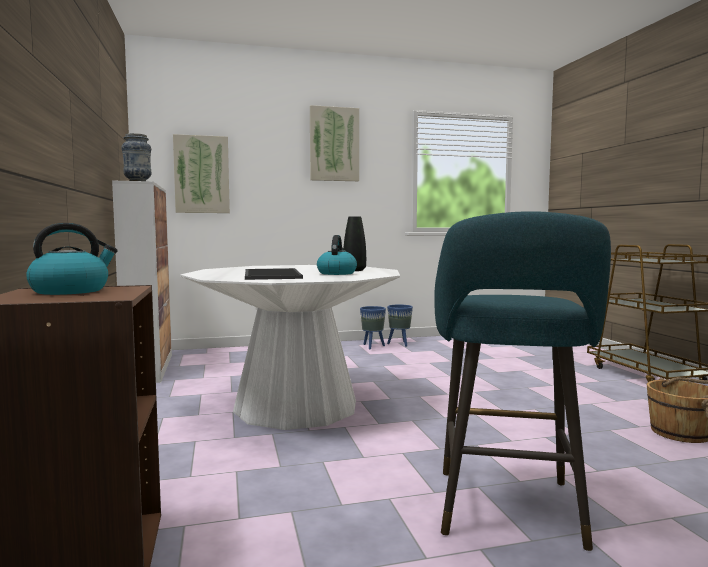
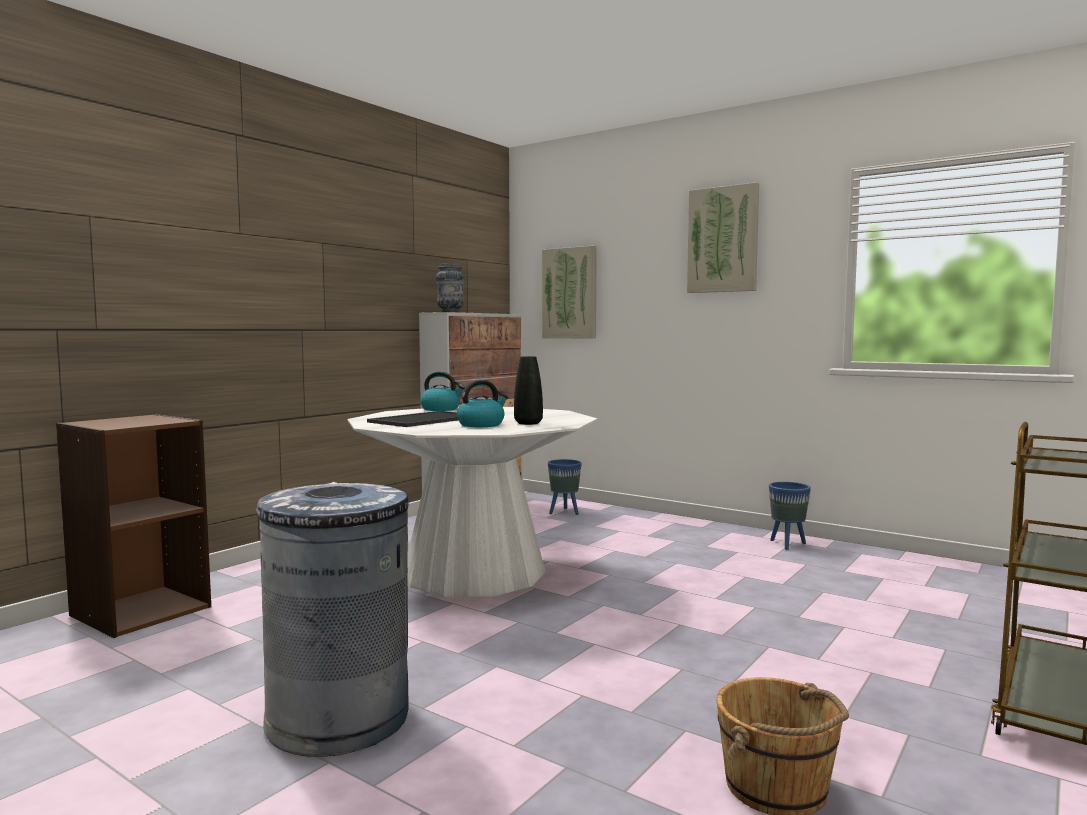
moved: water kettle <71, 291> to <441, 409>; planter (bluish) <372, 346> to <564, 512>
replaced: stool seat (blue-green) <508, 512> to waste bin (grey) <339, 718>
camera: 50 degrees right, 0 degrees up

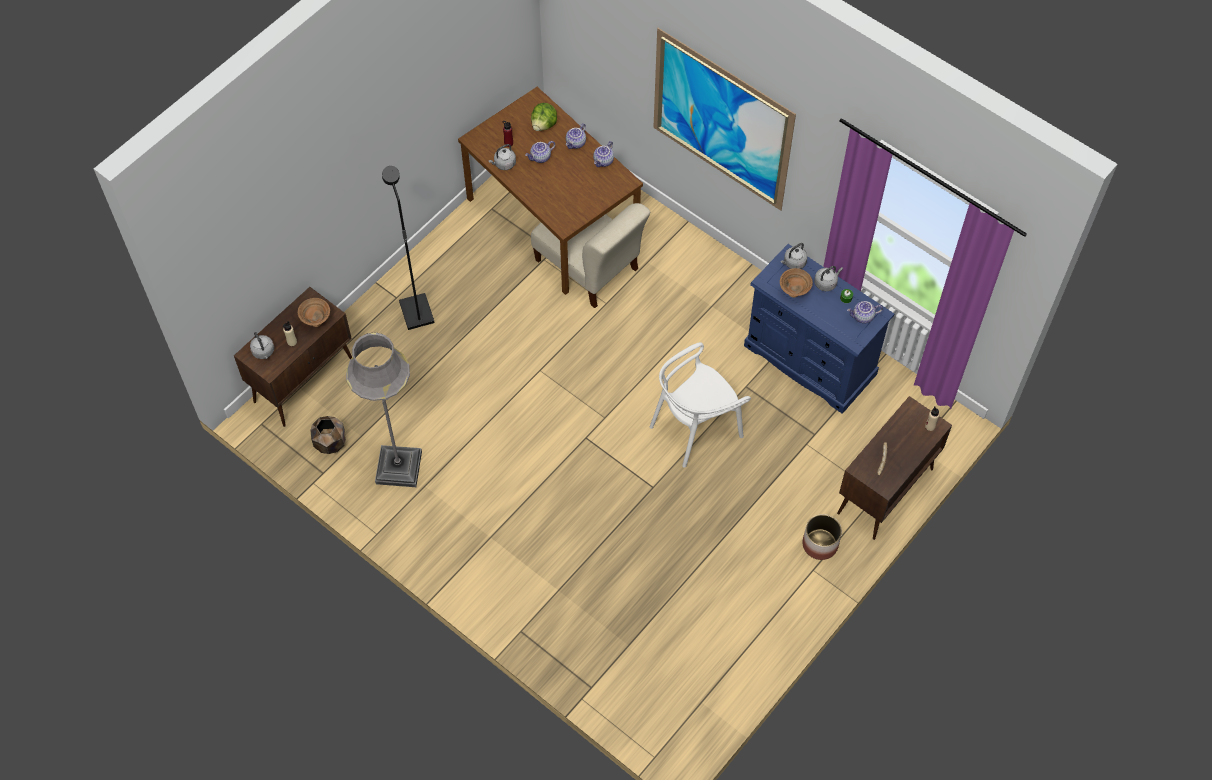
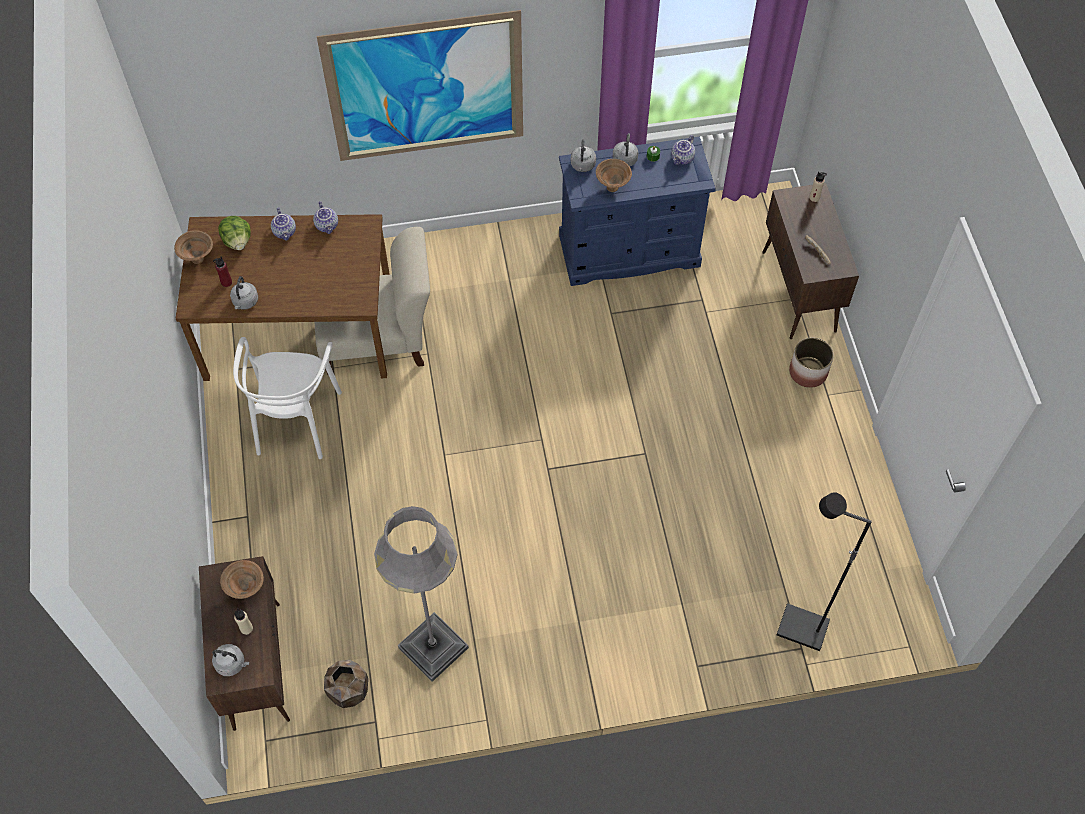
removed: teapot <540, 157>
added: serving bowl (brown) <198, 258>
moved: floor lamp (black) <415, 312> to <801, 629>; upright chair (white-coloured) <695, 428> to <295, 421>
camera: 50 degrees left, 0 degrees up

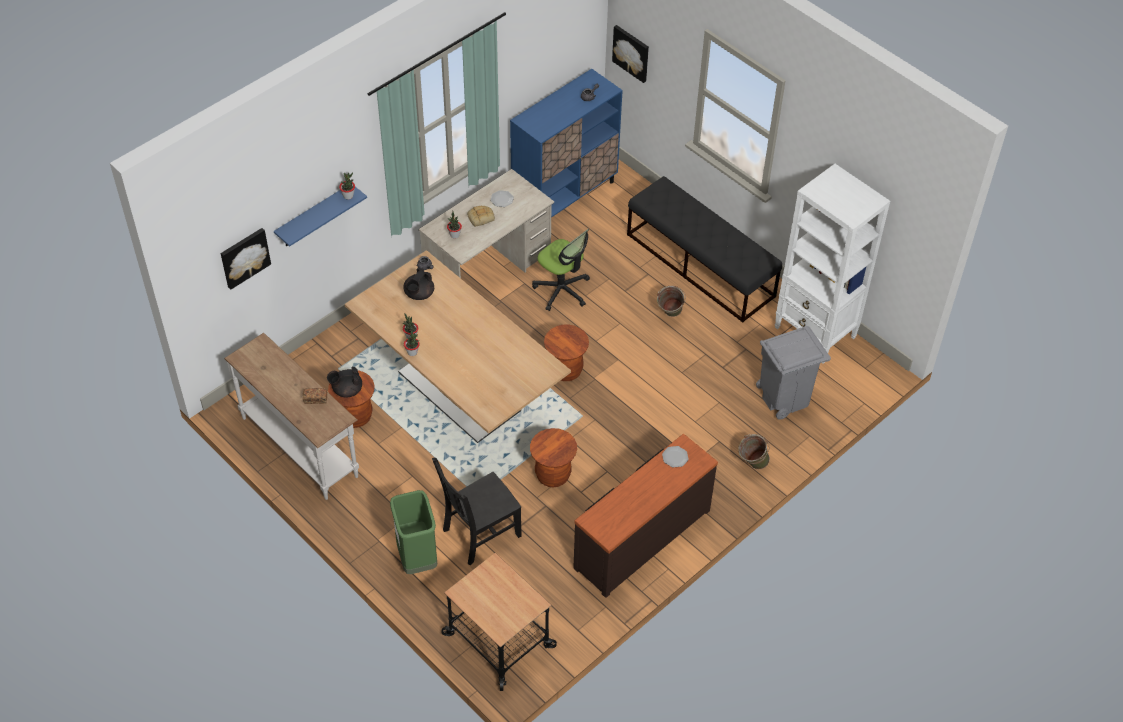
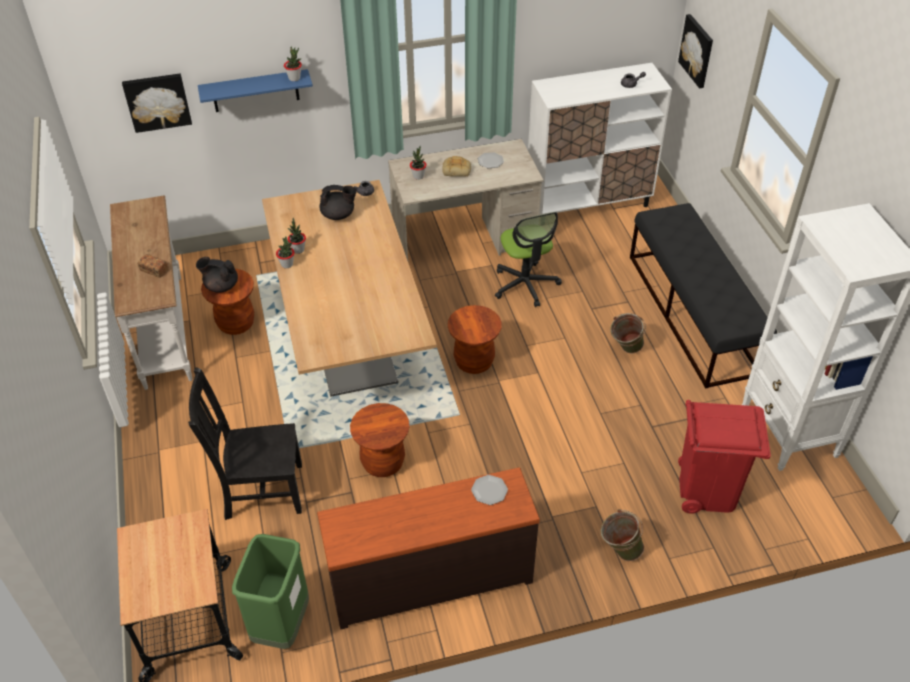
moved: waste bin (green-coloured) <417, 558> to <281, 625>
recoloured: cupboard (bluish) <565, 196> to cupboard (white-coloured) <588, 203>; waste bin (grey) <784, 397> to waste bin (red) <707, 490>
turned: teapot (black) <419, 294> = <338, 215> 150 degrees counterclockwise
camera: 30 degrees right, 5 degrees down

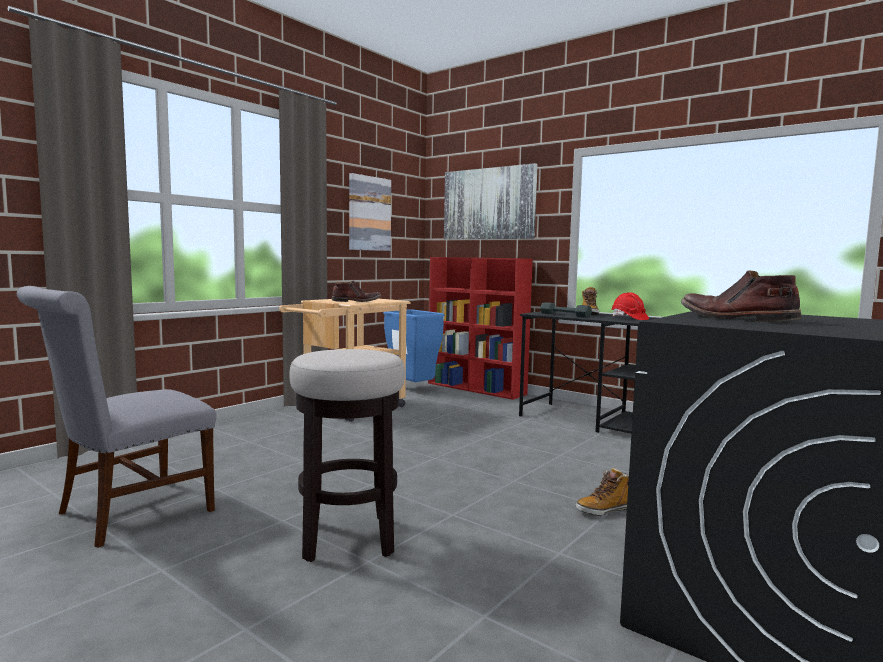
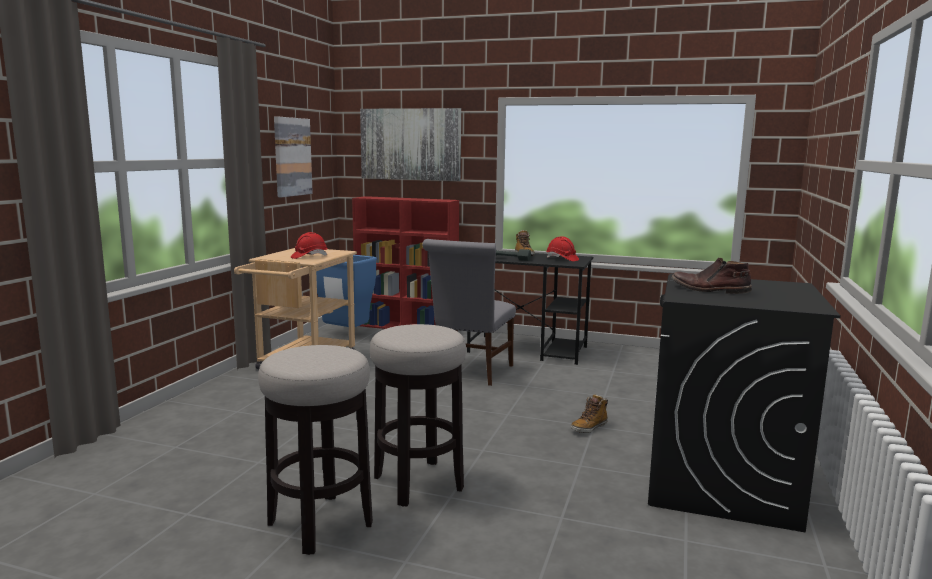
added: stool seat <320, 524>
moved: upright chair (grey) <126, 514> to <470, 372>
replaced: tall boot (brown) <356, 301> to hard hat (red) <309, 257>
camera: 20 degrees left, 5 degrees up

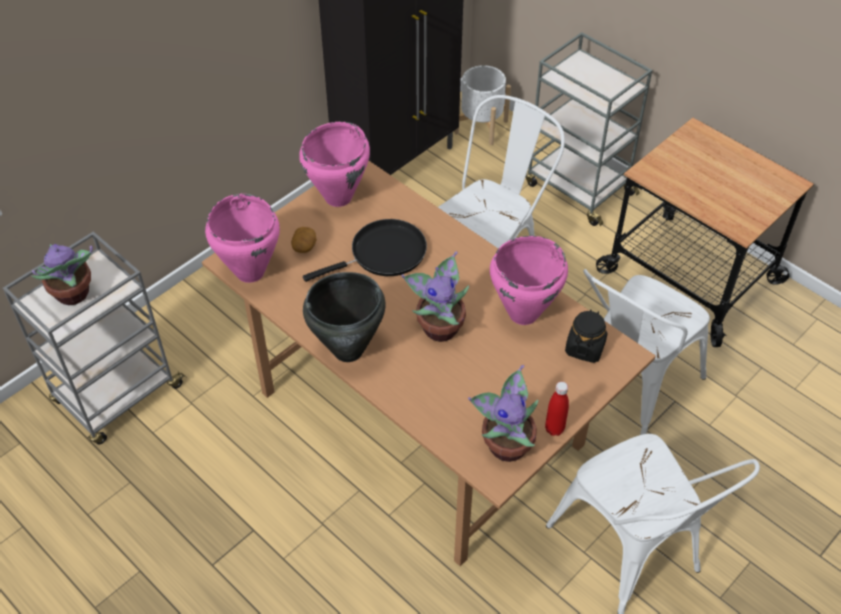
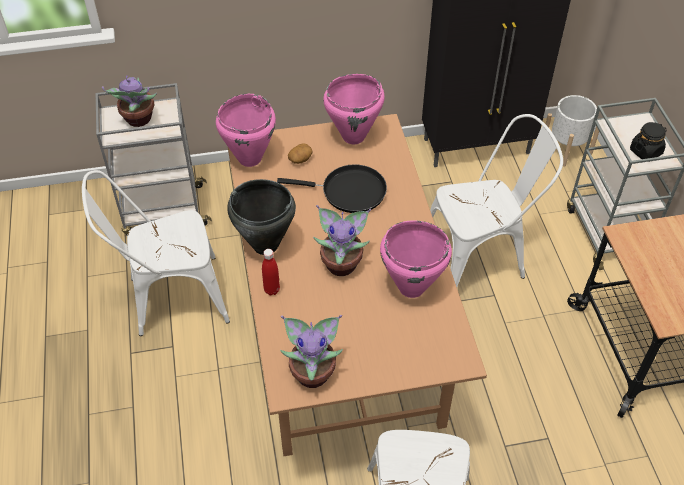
moved: upright chair (white-coloured) <628, 389> to <169, 299>; jar (black) <585, 348> to <645, 152>; beverage bottle (red) <554, 429> to <272, 290>
camera: 35 degrees right, 0 degrees up

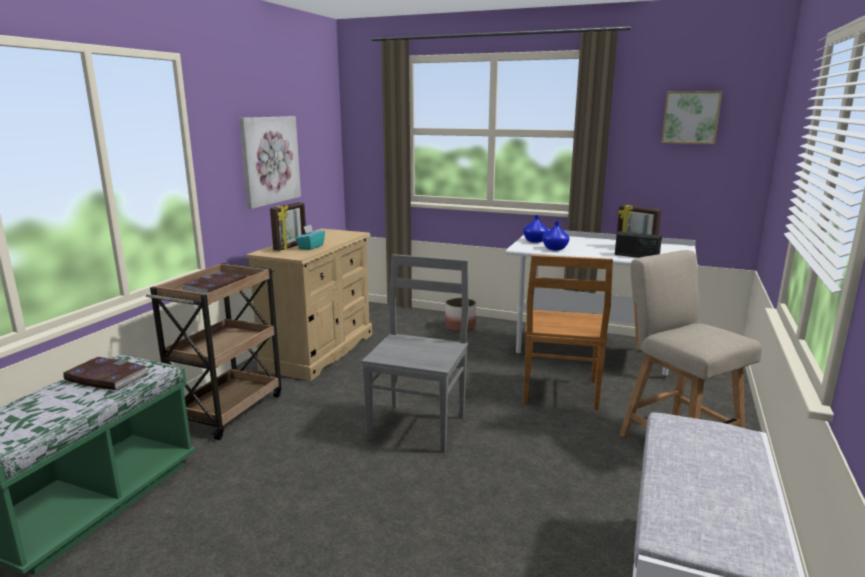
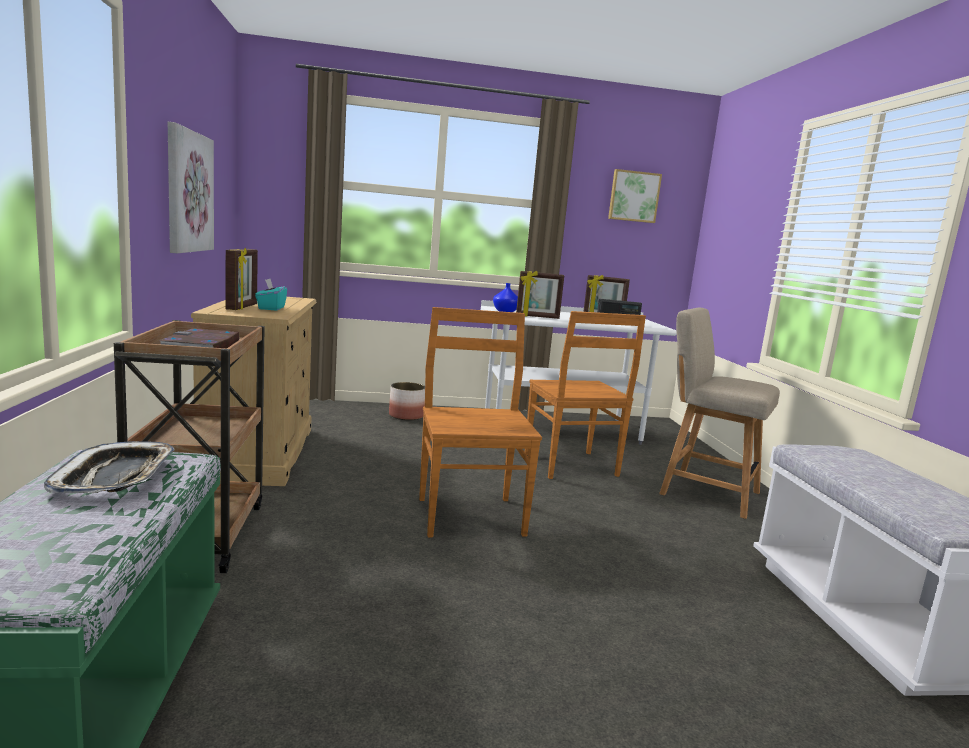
replaced: vase (bluish) <555, 248> to picture frame <537, 317>; volume <106, 377> to serving tray <116, 476>
recoloured: upright chair (grey) <418, 426> to upright chair (brown) <470, 515>
camera: 30 degrees left, 5 degrees down

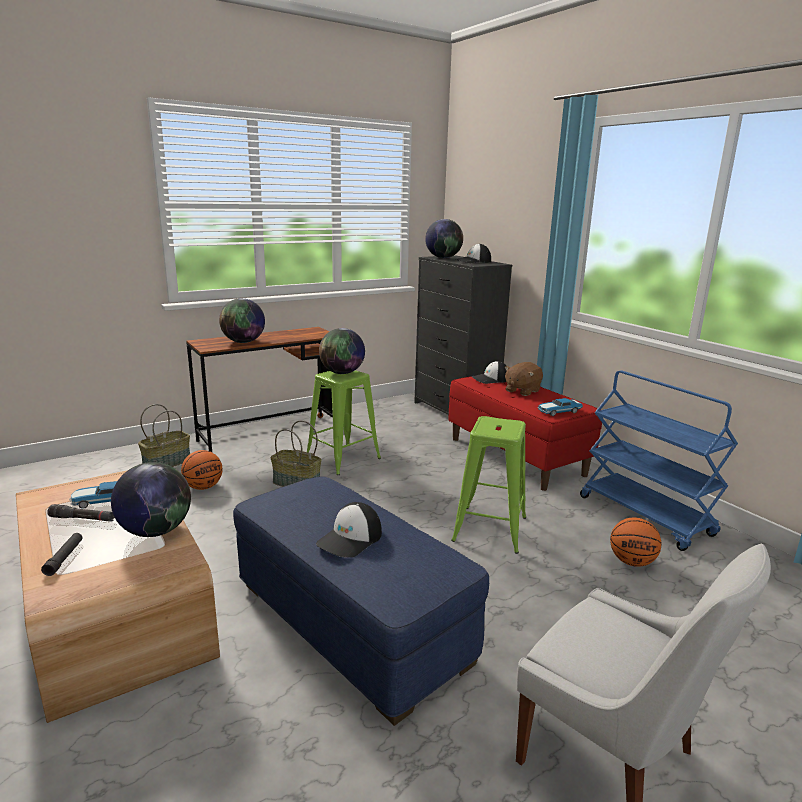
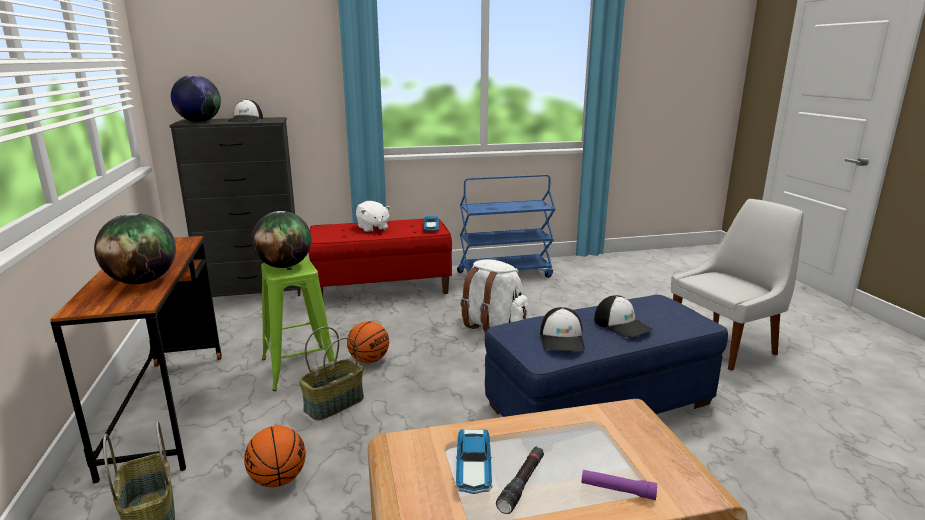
removed: desk globe <155, 531>
moved: cap <491, 379> to <562, 339>; basketball ball <631, 562> to <369, 360>
replaced: stool seat (green-coloured) <489, 529> to rucksack (white-coloured) <492, 325>
recoloured: plush toy (brown) <522, 391> to plush toy (white-coloured) <372, 228>; torch (black) <64, 558> to torch (purplish) <617, 490>
camera: 70 degrees left, 0 degrees up

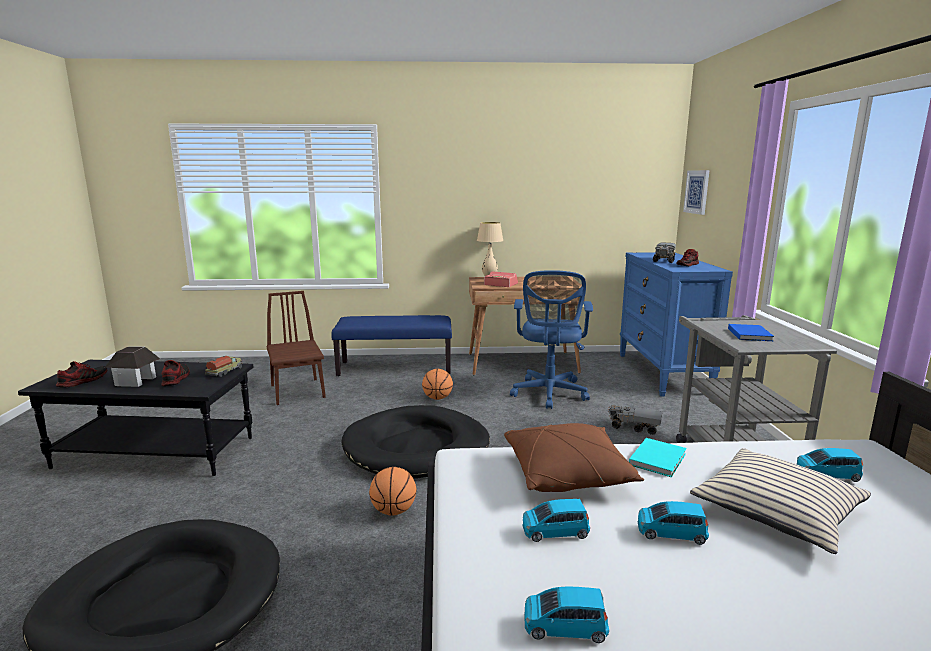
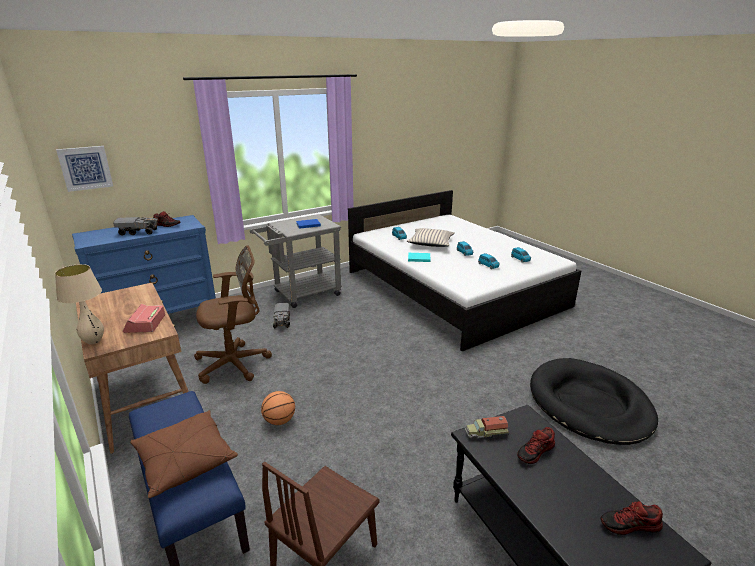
removed: miniature house <136, 381>; pet bed (black) <417, 447>; basketball ball <393, 511>
moved: throw pillow (brown) <568, 474> to <185, 461>
recoloured: office chair (bluish) <549, 394> to office chair (brown) <236, 363>
camera: 120 degrees left, 10 degrees up

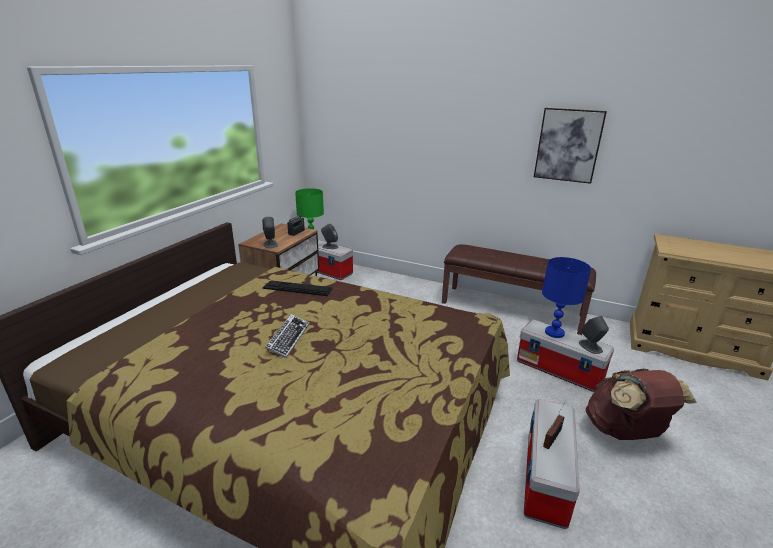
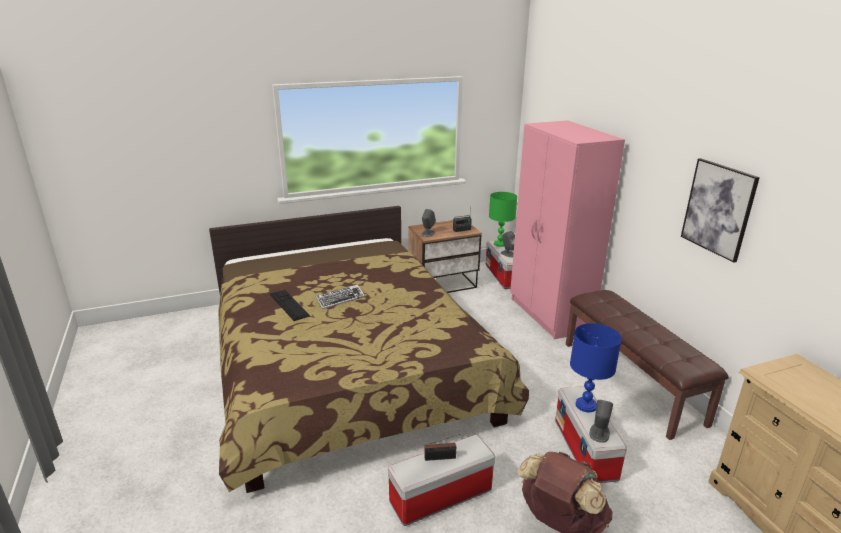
added: wardrobe (pinkish) <549, 315>
moved: computer keyboard <298, 288> to <289, 305>
camera: 45 degrees right, 0 degrees up

